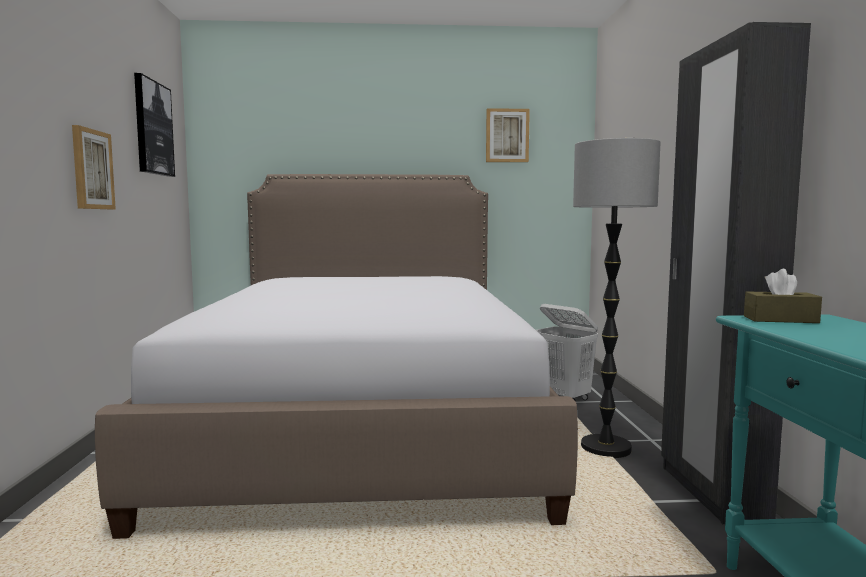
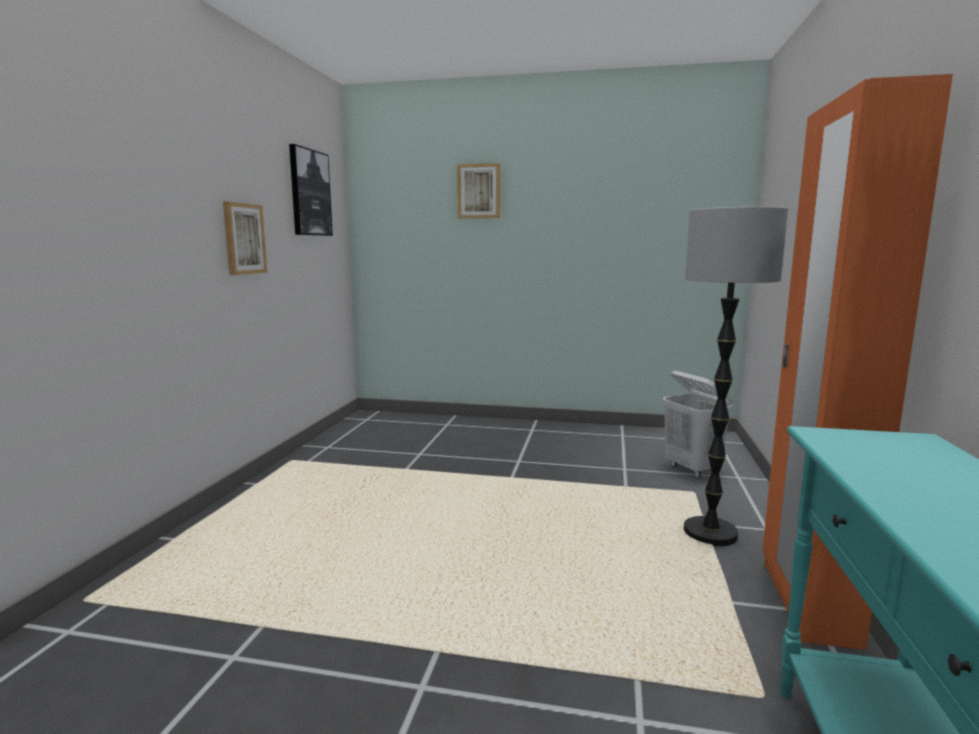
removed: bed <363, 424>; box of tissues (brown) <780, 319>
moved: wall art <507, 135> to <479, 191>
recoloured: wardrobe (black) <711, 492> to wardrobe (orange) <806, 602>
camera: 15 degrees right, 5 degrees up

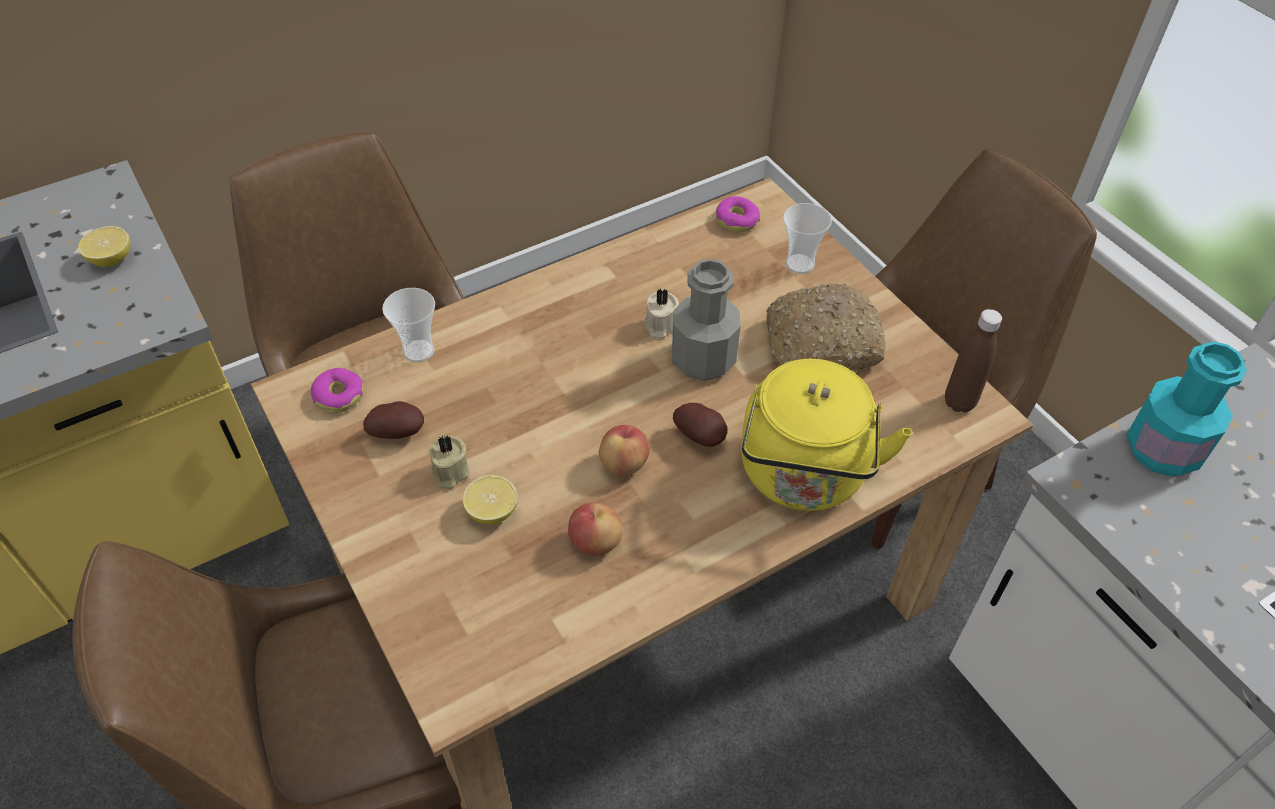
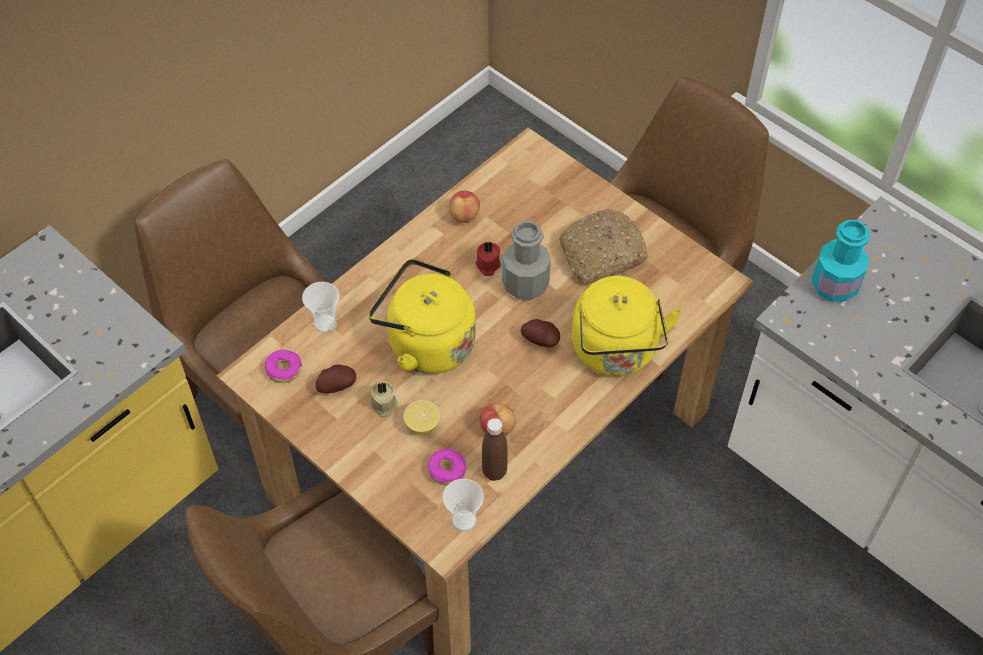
removed: whole lemon <112, 259>
added: water kettle (yellow-coloured) <426, 343>
moved: donut <736, 220> to <447, 470>; small cup <799, 264> to <464, 520>; beverage bottle (brown) <959, 402> to <494, 471>; apple fruit <624, 464> to <464, 216>
recoloured: wax light (sand-coloured) <659, 326> to wax light (red) <487, 265>
camera: 15 degrees left, 5 degrees up

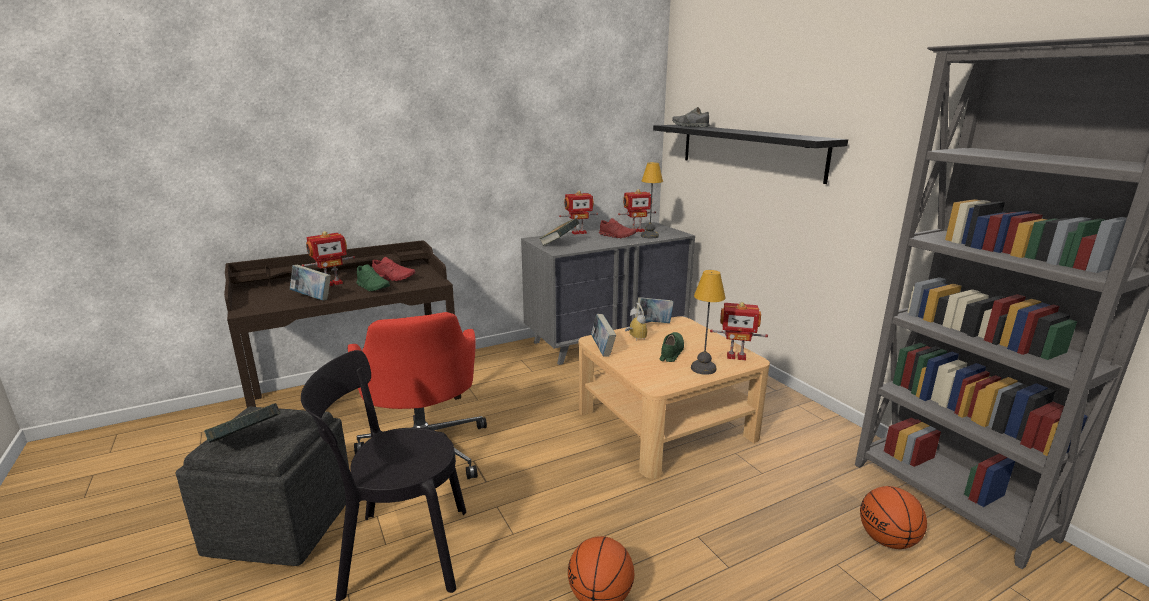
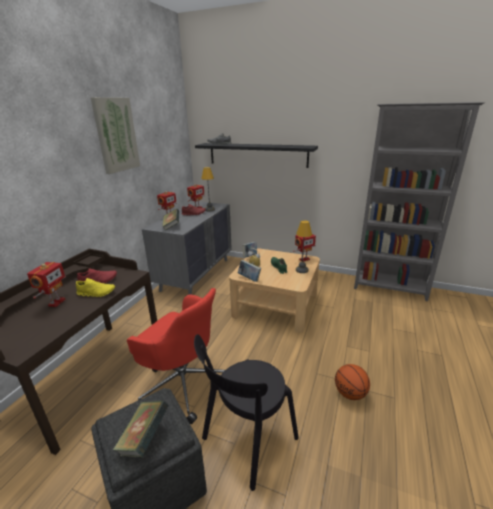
removed: volume <312, 298>; basketball ball <887, 541>
added: wall art <116, 135>
recoloured: item of footwear (green-coloured) <373, 287> to item of footwear (yellow-coloured) <96, 293>
camera: 40 degrees left, 5 degrees up

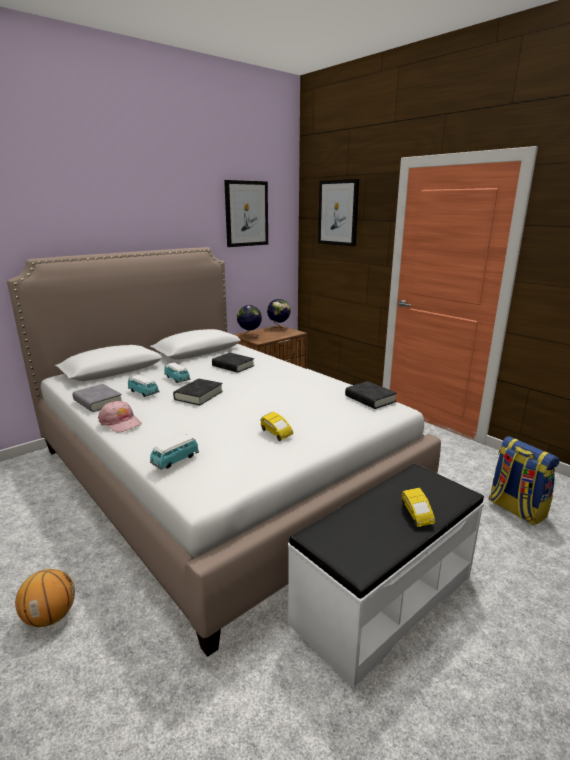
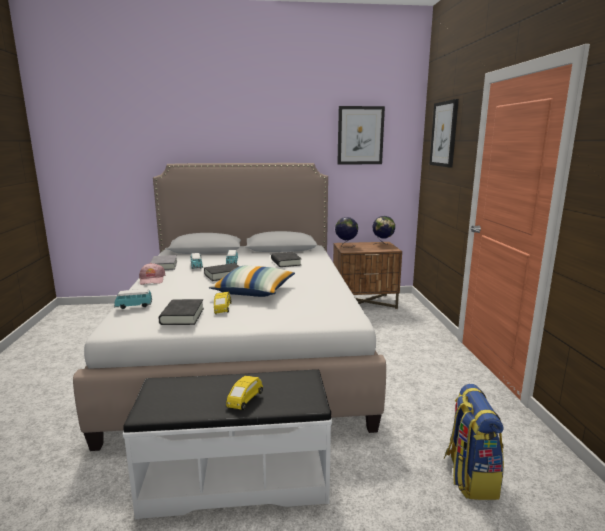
removed: basketball ball <50, 616>
added: throw pillow <254, 291>
moved: volume (black) <370, 399> to <182, 316>
camera: 35 degrees right, 5 degrees down

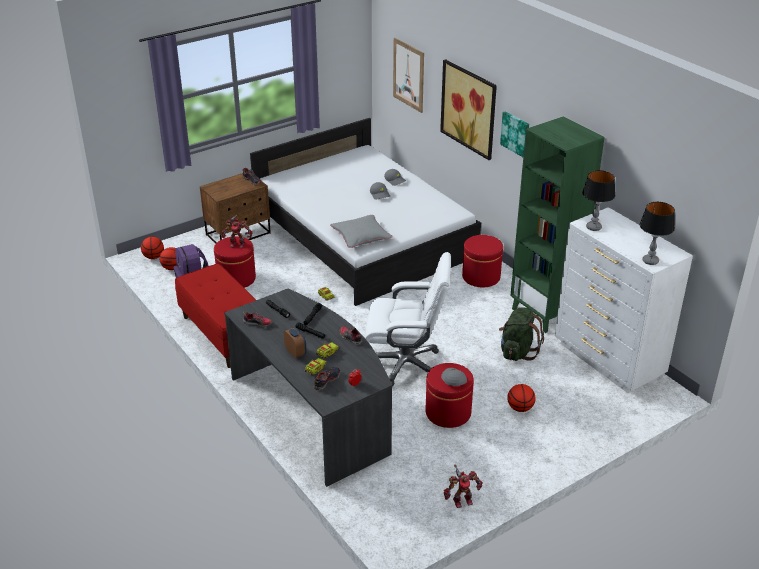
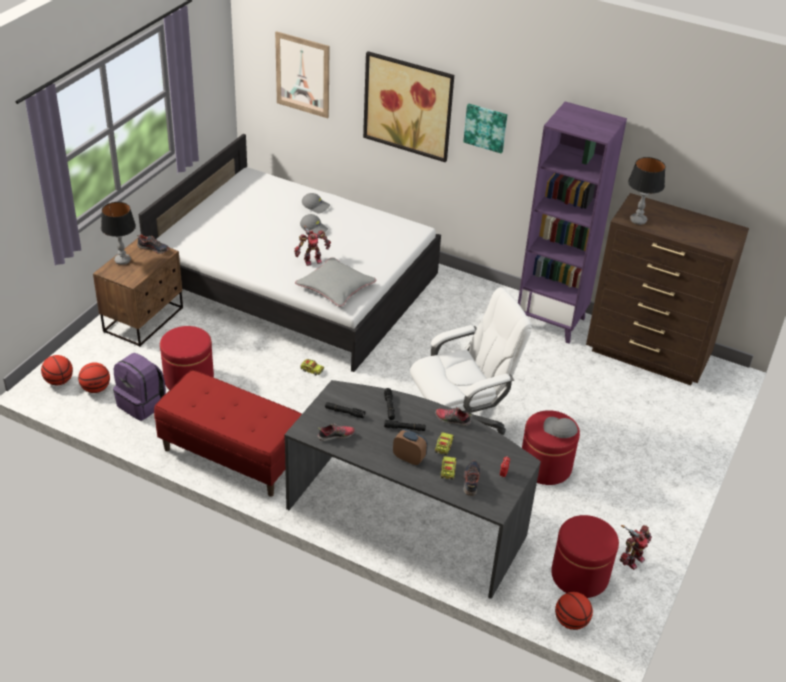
removed: rucksack (green-coloured) <517, 352>
moved: lamp for a table <650, 261> to <122, 260>; robot figure <237, 244> to <312, 260>; ottoman (red) <481, 277> to <579, 575>; basketball ball <520, 408> to <571, 621>
recoloured: shelving unit (green-coloured) <544, 314> to shelving unit (purplish) <551, 321>; drawer chest (white-coloured) <608, 360> to drawer chest (brown) <648, 355>
camera: 30 degrees left, 5 degrees up

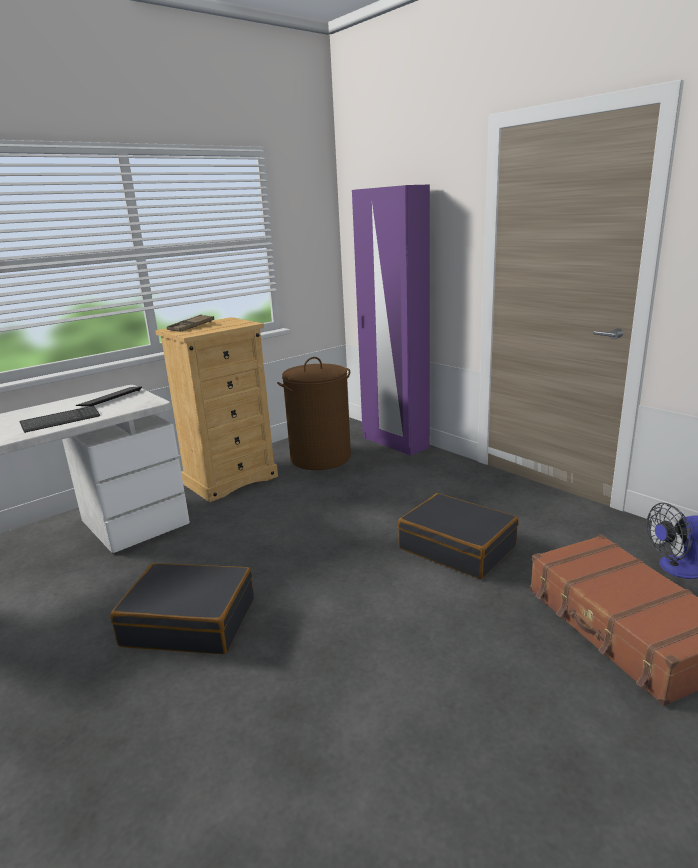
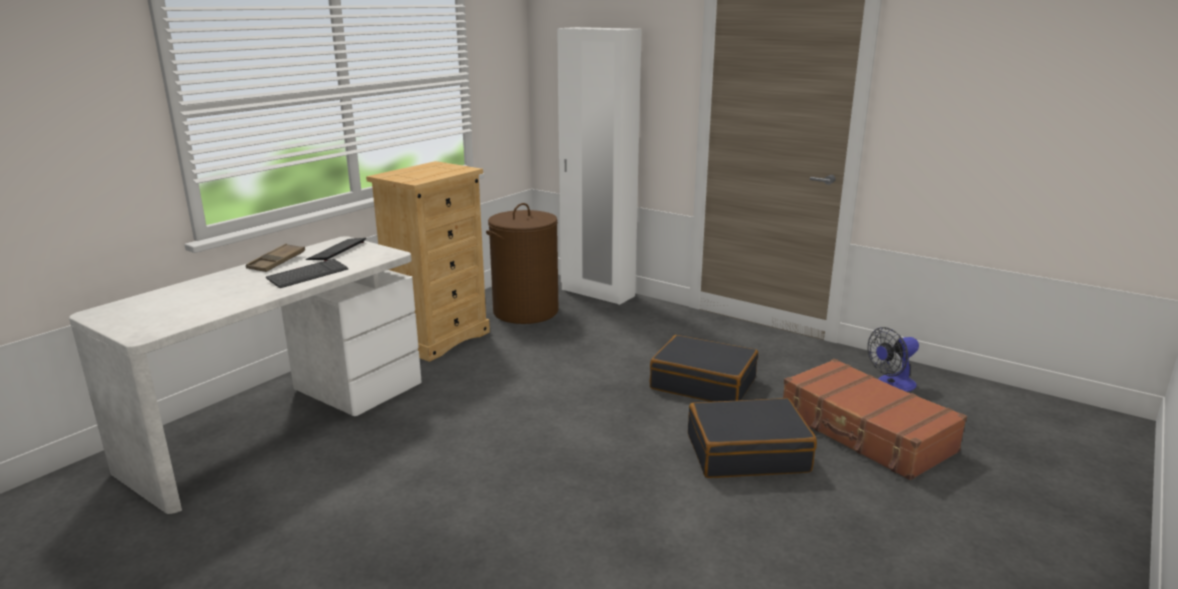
moved: serving tray (brown) <191, 327> to <277, 262>; travel case (black) <190, 621> to <747, 453>
recoloured: wardrobe (purplish) <395, 443> to wardrobe (white-coloured) <597, 293>
camera: 15 degrees left, 0 degrees up

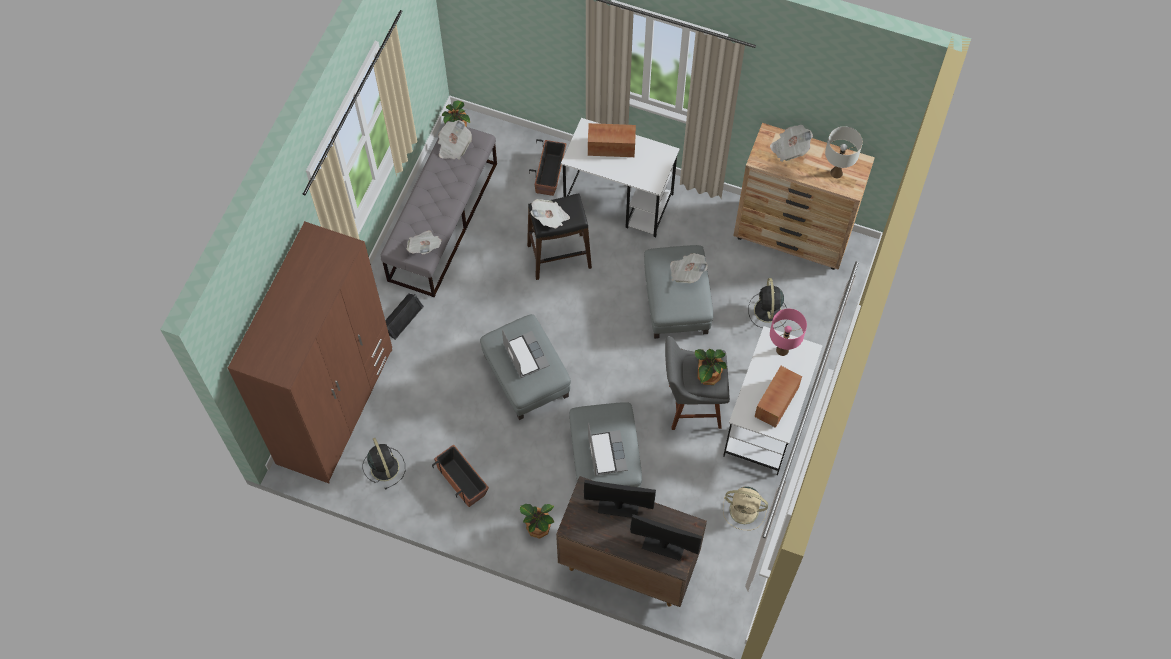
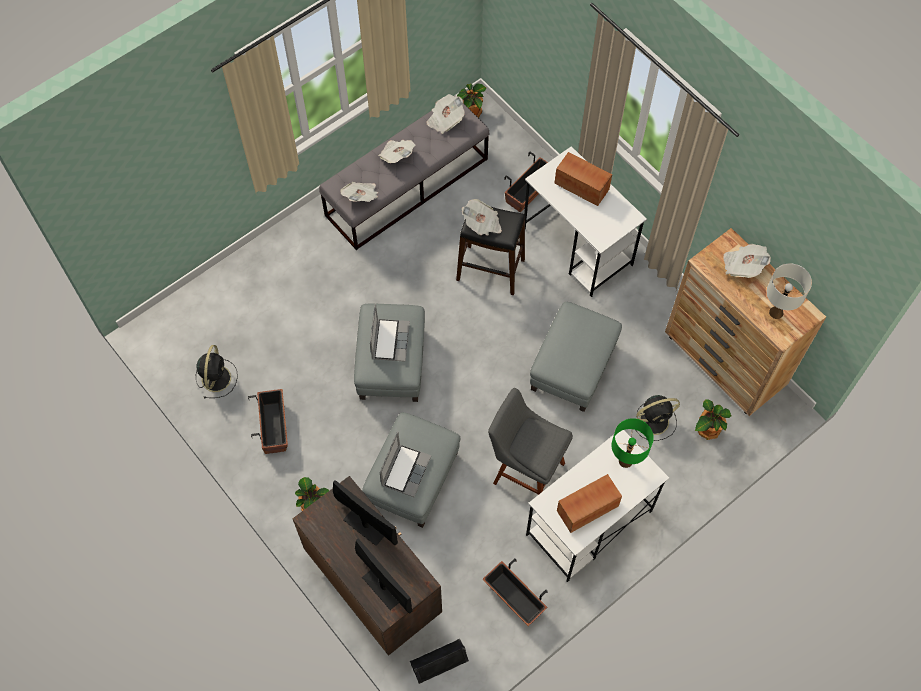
removed: wardrobe (brown) <336, 406>
moved: newspaper <686, 272> to <397, 155>; loudspeaker (black) <401, 317> to <439, 661>; houseplant <707, 376> to <707, 429>
replaced: cooling fan (sand-coloured) <745, 510> to planter <514, 598>
recoloured: lamp for a table (pinkish) <782, 350> to lamp for a table (green-coloured) <625, 461>
turned: cooling fan (black) <767, 311> = <655, 420> 135 degrees counterclockwise
camera: 30 degrees right, 0 degrees up

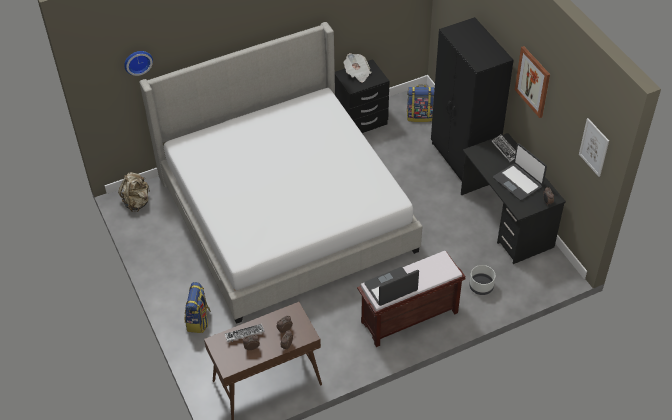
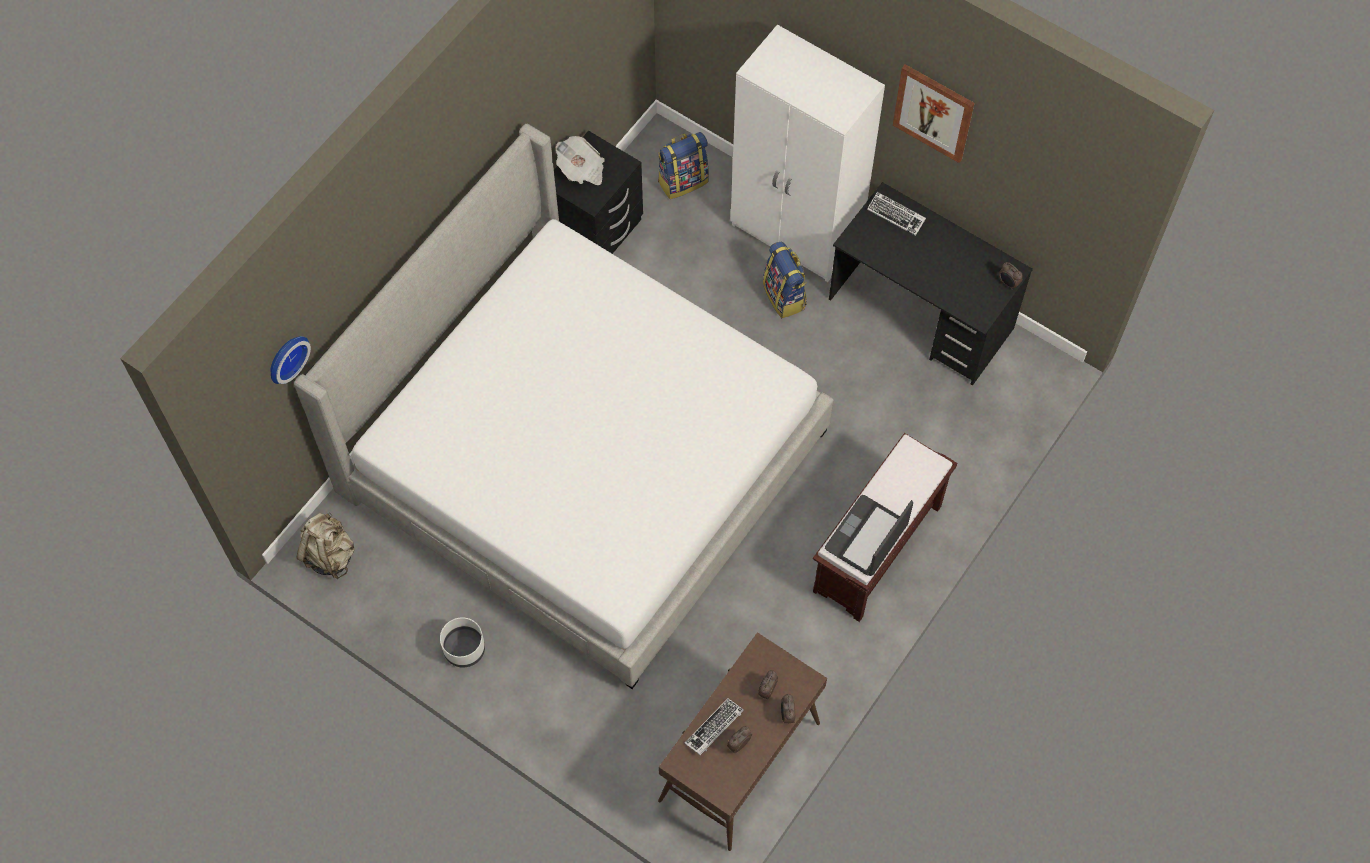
removed: wall art <594, 147>; notebook computer <518, 182>
moved: planter (white-coloured) <481, 287> to <464, 649>; rucksack <198, 320> to <785, 296>
recoloured: wardrobe (black) <463, 160> to wardrobe (white-coloured) <796, 234>
camera: 30 degrees left, 15 degrees up

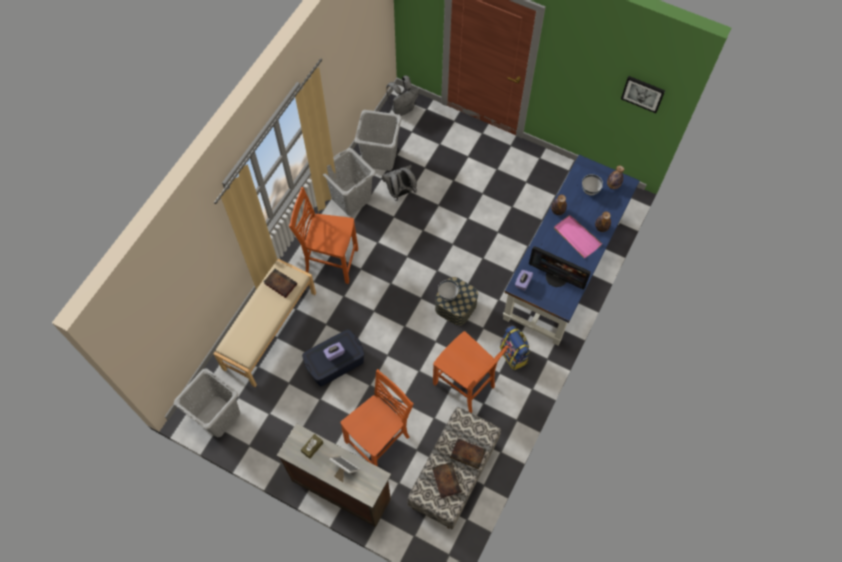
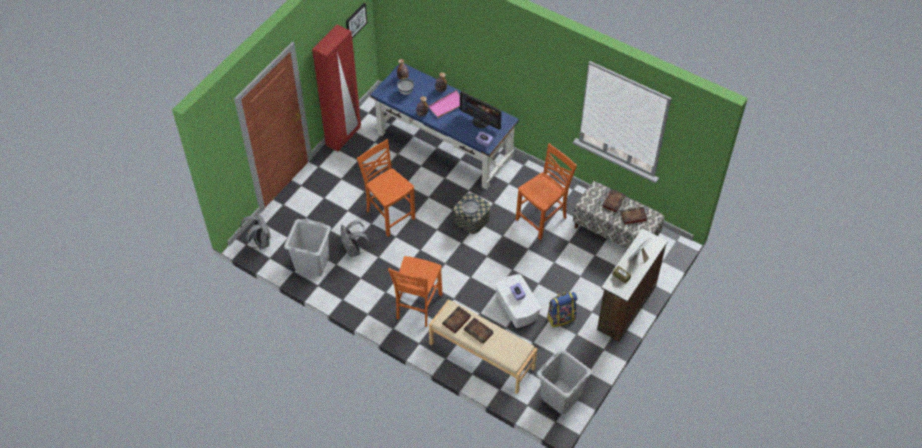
removed: washing basket (grey) <351, 198>
added: wardrobe (red) <343, 136>; volume <479, 332>
moved: rucksack <514, 355> to <561, 317>; upright chair (orange) <379, 440> to <389, 215>
recoloured: storage container (bluish) <335, 363> to storage container (white-coloured) <517, 307>
turned: computer screen <556, 277> = <481, 121> 90 degrees clockwise
camera: 85 degrees left, 10 degrees down

